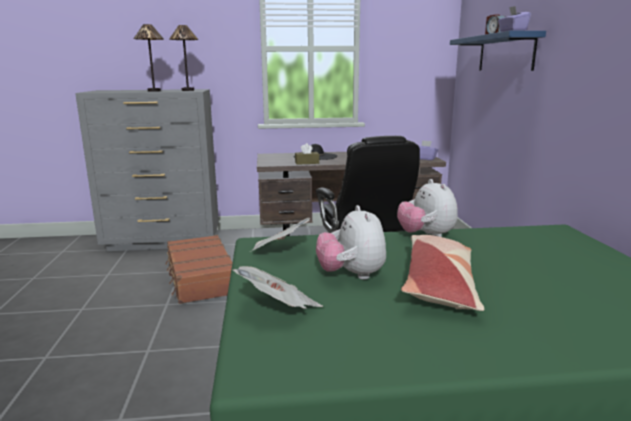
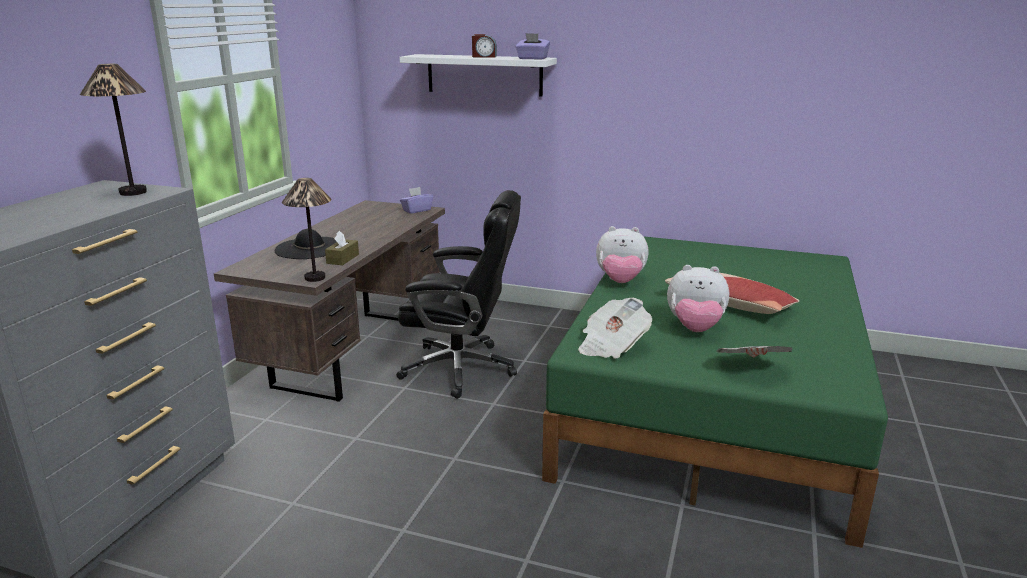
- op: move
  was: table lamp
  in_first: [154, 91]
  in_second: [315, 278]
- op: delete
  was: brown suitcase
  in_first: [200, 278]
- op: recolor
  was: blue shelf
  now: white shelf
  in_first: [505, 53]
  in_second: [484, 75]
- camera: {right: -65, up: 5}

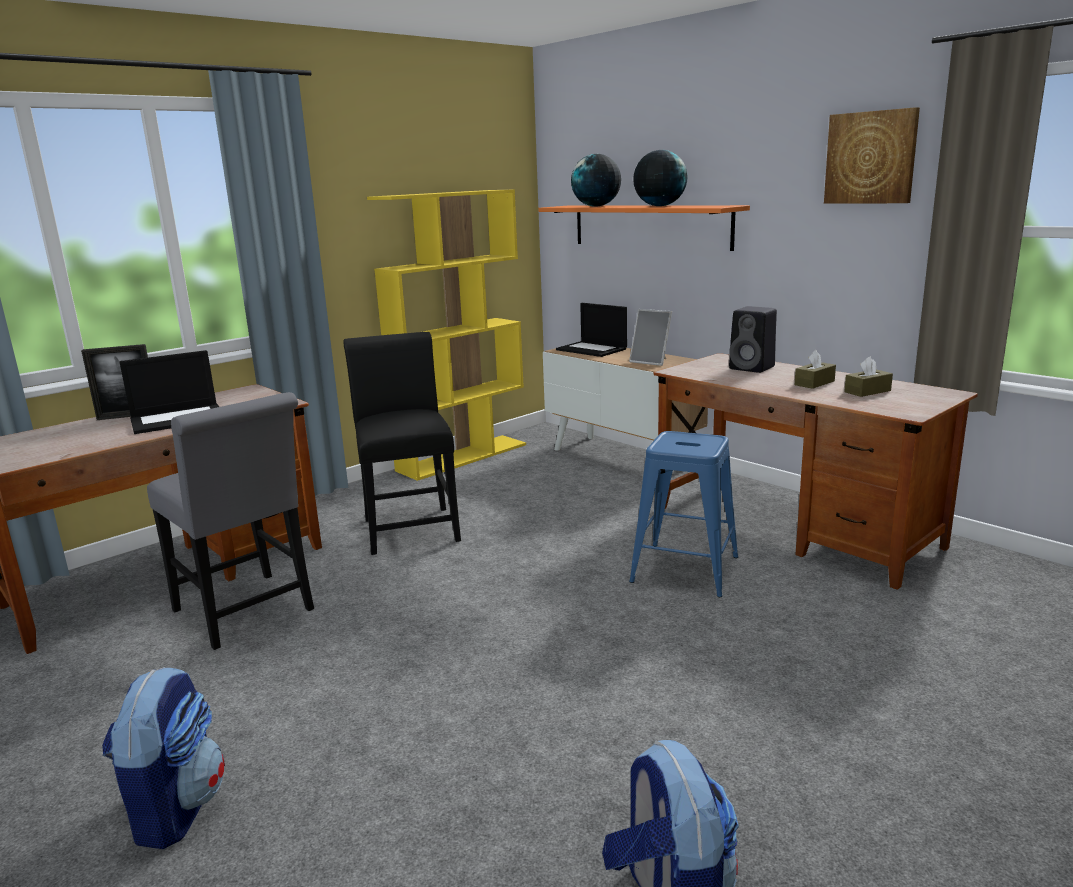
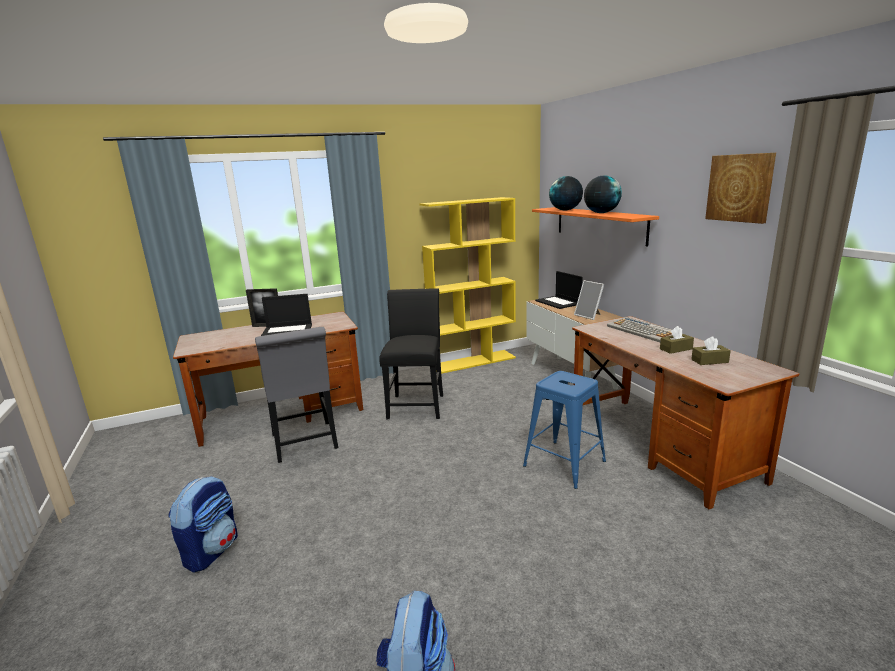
- op: replace
  was: black speaker
  now: keyboard
  in_first: [753, 368]
  in_second: [643, 331]
- camera: {right: 20, up: 0}

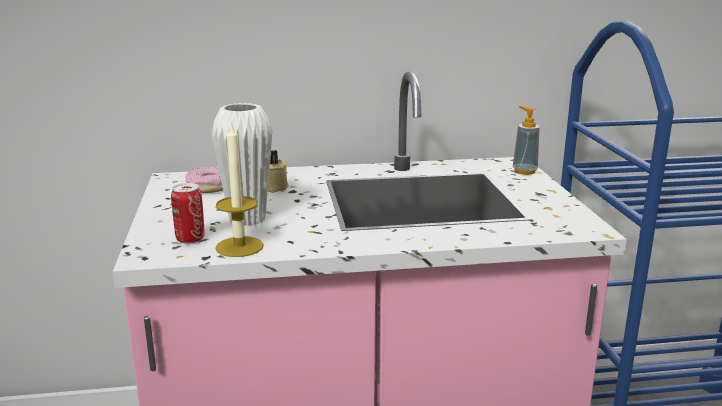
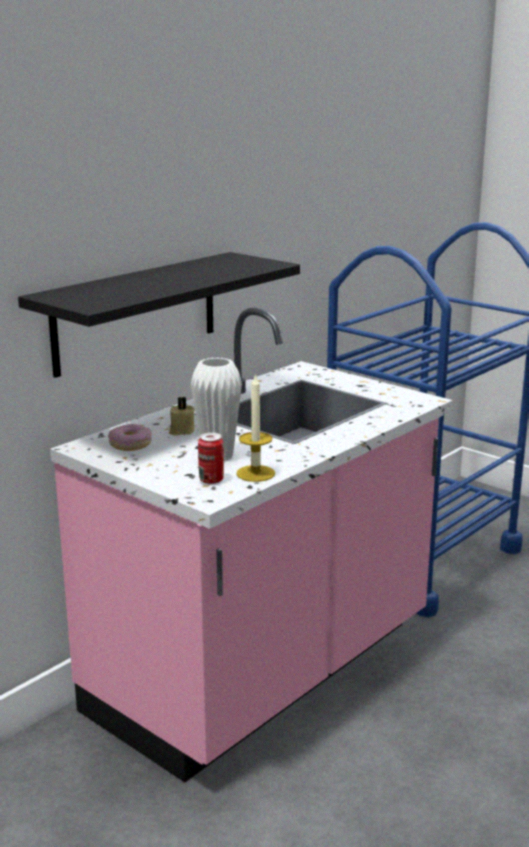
- op: delete
  was: soap dispenser
  in_first: [524, 171]
- op: insert
  now: black shelf
  in_second: [136, 312]
- camera: {right: -40, up: 0}

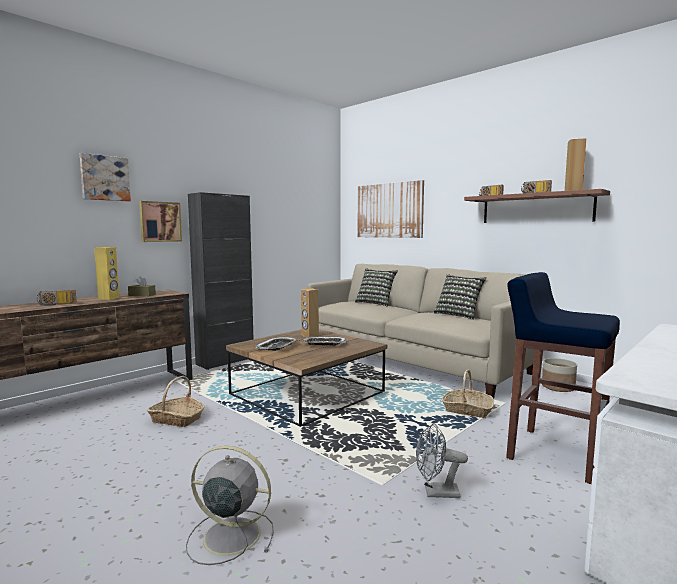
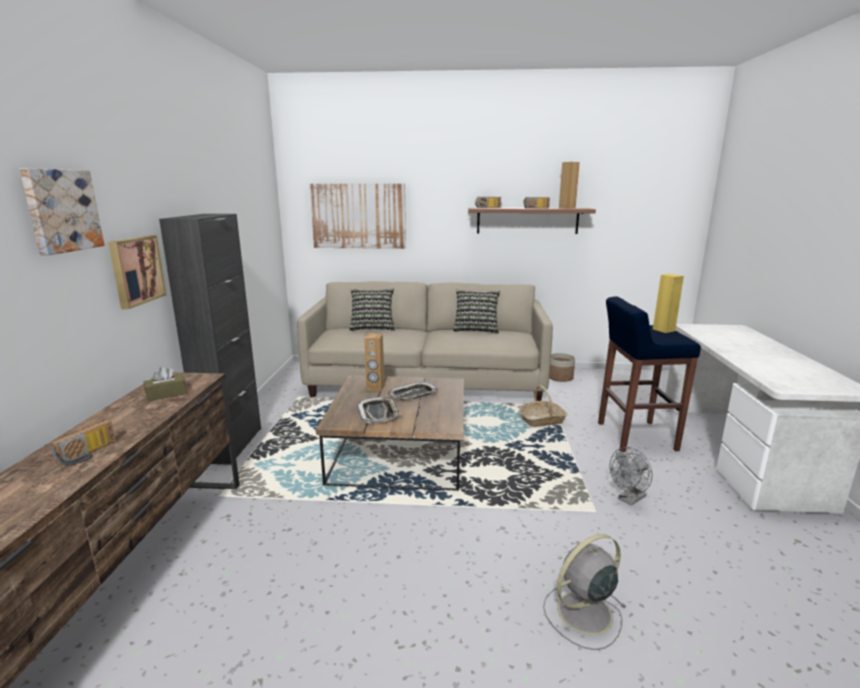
- op: move
  was: yellow speaker
  in_first: [109, 298]
  in_second: [664, 330]
- op: delete
  was: basket
  in_first: [177, 419]
- camera: {right: -40, up: 10}

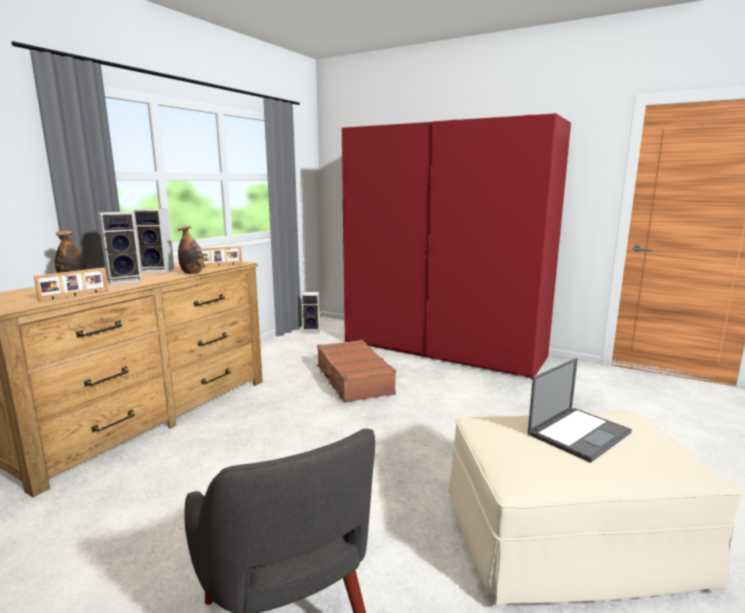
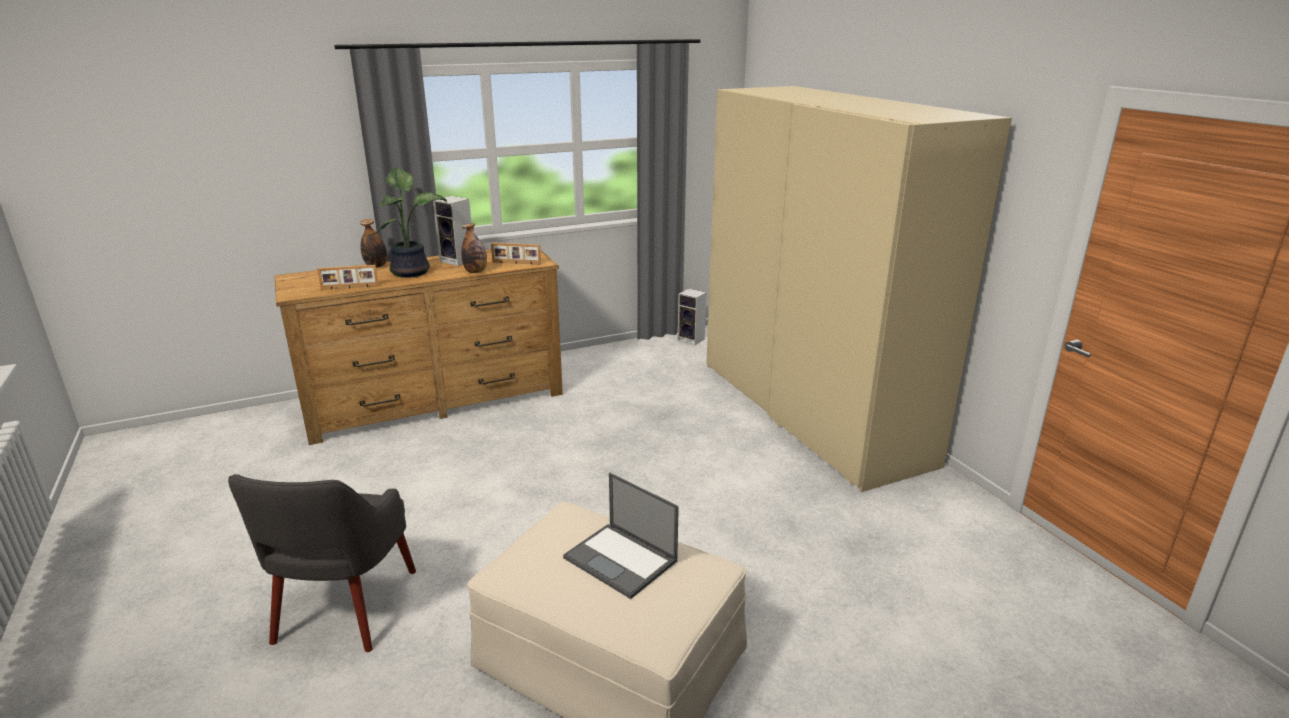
- op: replace
  was: speaker
  now: potted plant
  in_first: [125, 280]
  in_second: [412, 272]
- op: delete
  was: brown suitcase
  in_first: [353, 380]
- op: recolor
  was: red wardrobe
  now: beige wardrobe
  in_first: [442, 349]
  in_second: [810, 411]
- op: rotate
  was: laptop
  in_first: [579, 433]
  in_second: [621, 560]
  clockwise: 45
- camera: {right: 35, up: 10}

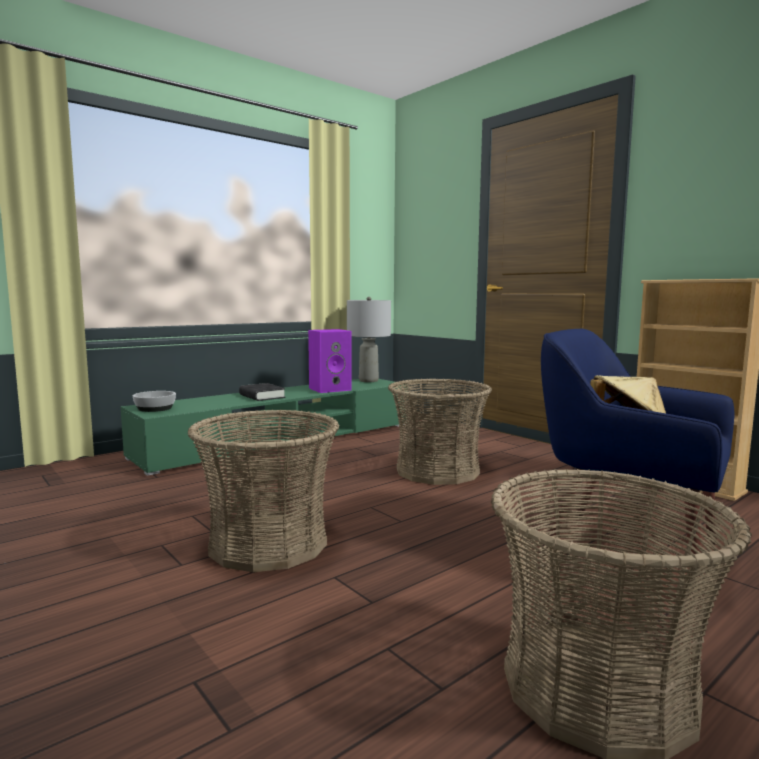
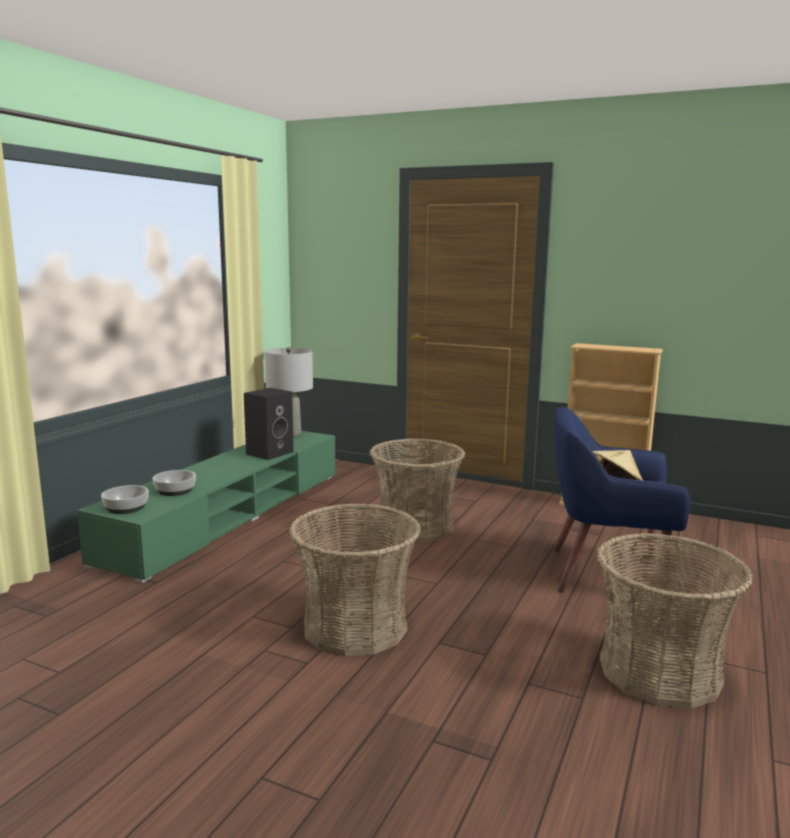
- op: delete
  was: black book
  in_first: [262, 396]
- op: recolor
  was: purple speaker
  now: black speaker
  in_first: [330, 389]
  in_second: [270, 452]
- op: insert
  now: bowl
  in_second: [174, 490]
- camera: {right: -25, up: 5}

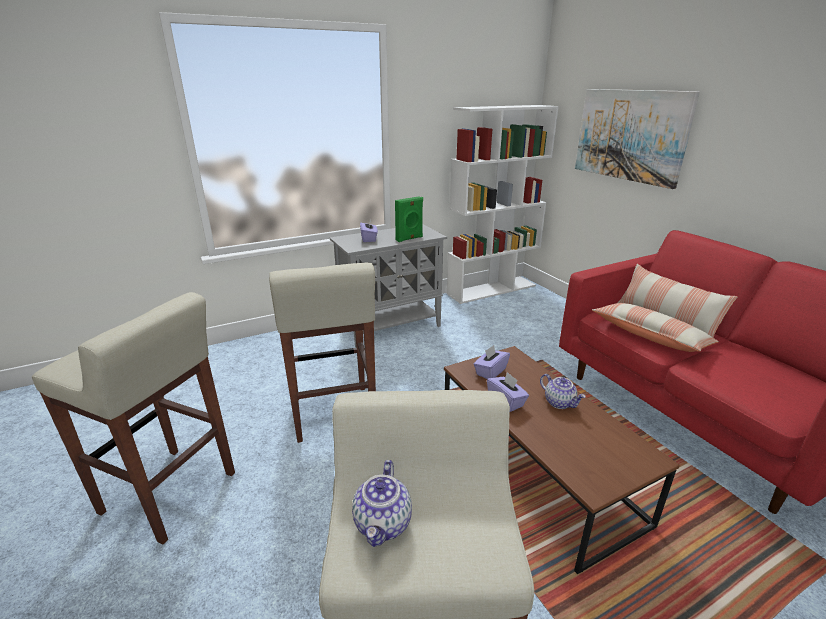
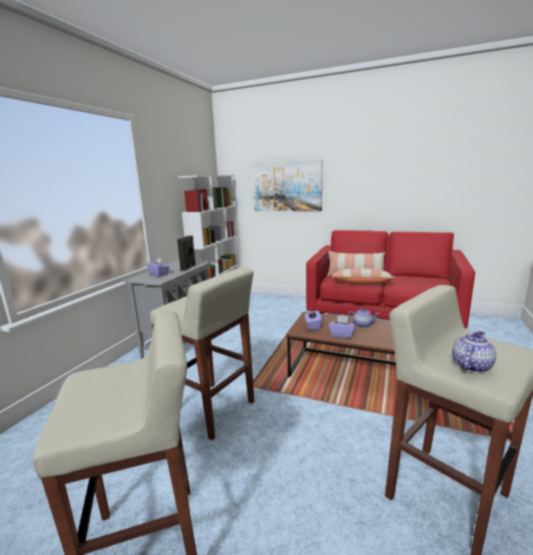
- op: rotate
  was: teapot
  in_first: [383, 524]
  in_second: [470, 365]
  clockwise: -105
- op: recolor
  was: green speaker
  now: black speaker
  in_first: [409, 238]
  in_second: [189, 267]
- camera: {right: -40, up: -10}

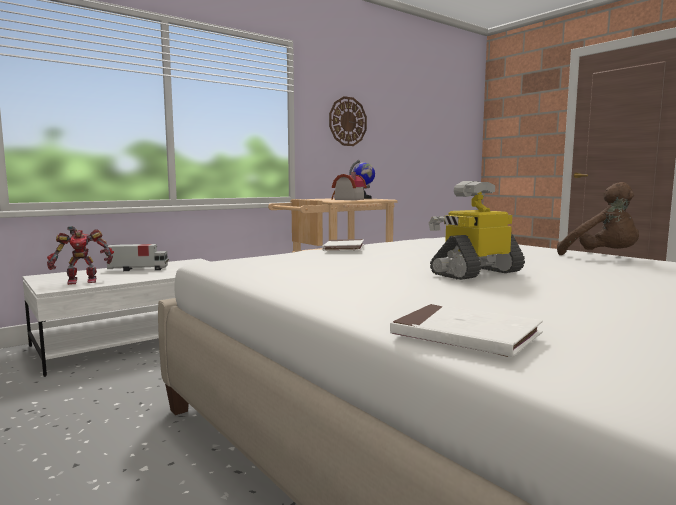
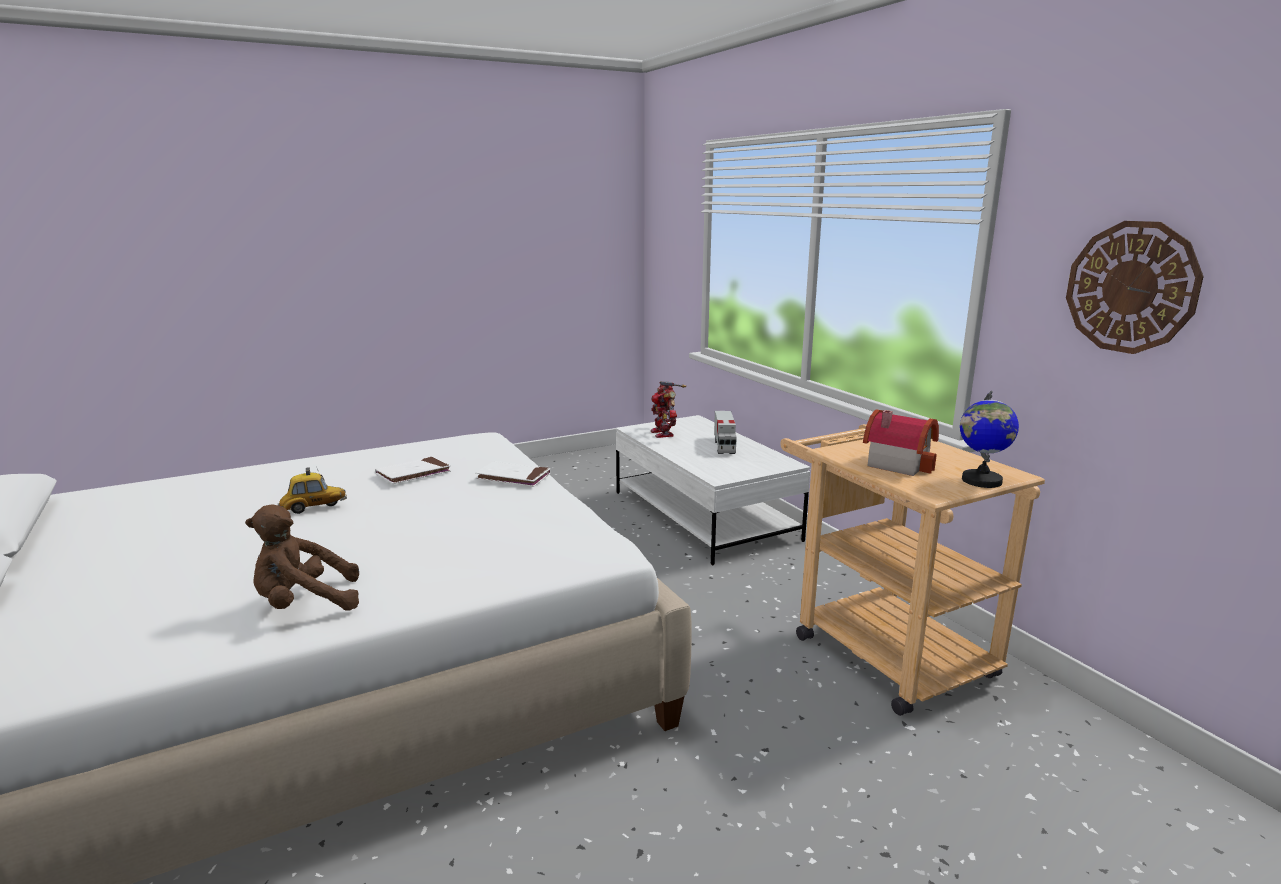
- op: move
  was: white book
  in_first: [464, 336]
  in_second: [413, 474]
- op: replace
  was: toy robot
  now: toy car
  in_first: [475, 273]
  in_second: [313, 508]
- camera: {right: 100, up: 10}

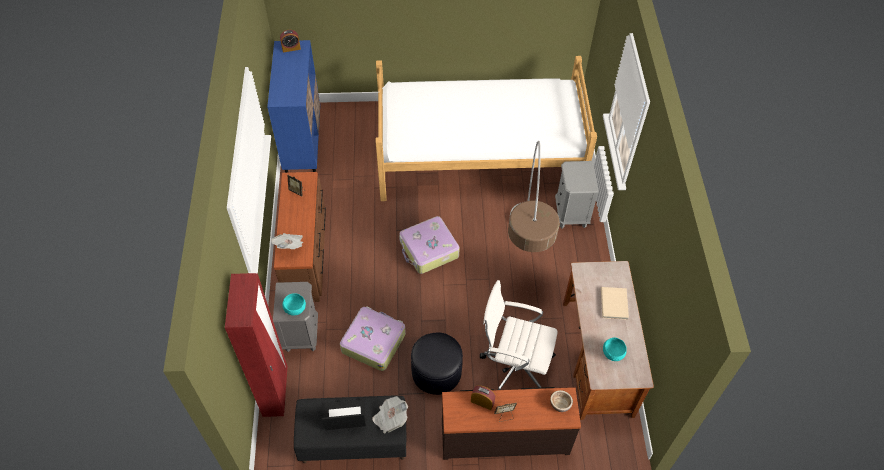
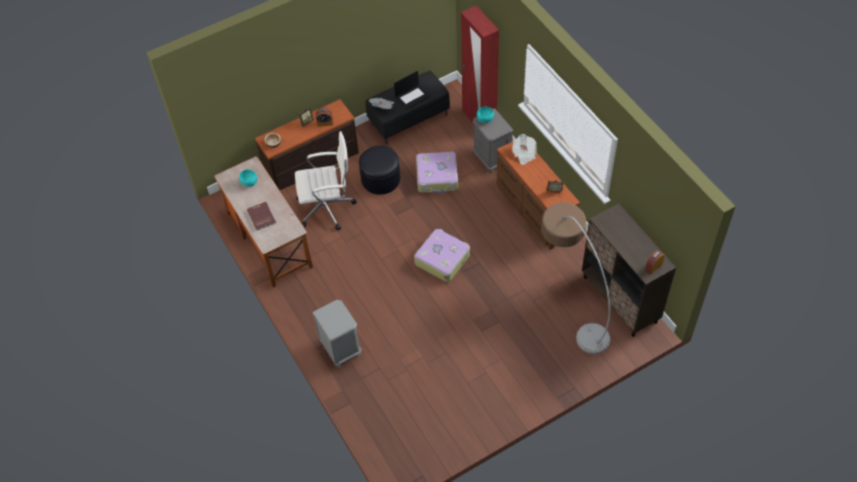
- op: recolor
  was: blue cabinet
  now: brown cabinet
  in_first: [303, 143]
  in_second: [620, 300]
- op: delete
  was: bed
  in_first: [479, 158]
- op: move
  was: floor lamp
  in_first: [524, 256]
  in_second: [571, 303]
- op: recolor
  was: beige book
  now: red book
  in_first: [614, 304]
  in_second: [260, 217]
- camera: {right: 155, up: 0}

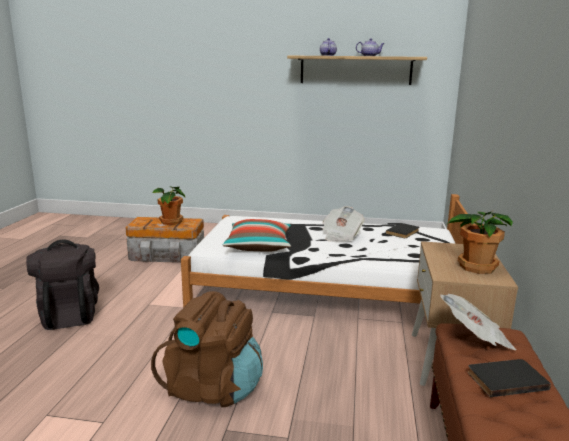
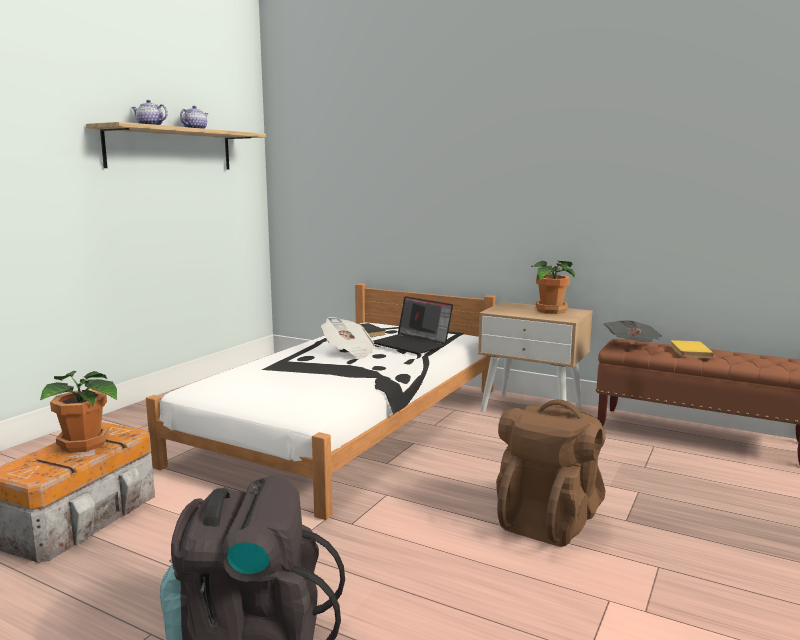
- op: delete
  was: pillow
  in_first: [259, 246]
- op: recolor
  was: black book
  now: yellow book
  in_first: [505, 379]
  in_second: [688, 351]
- op: insert
  now: laptop
  in_second: [412, 344]
- camera: {right: -70, up: -5}

